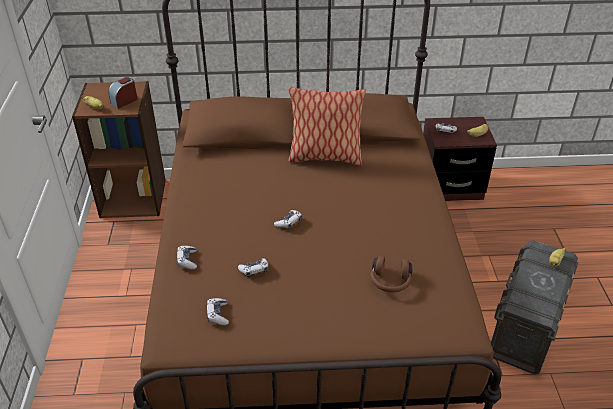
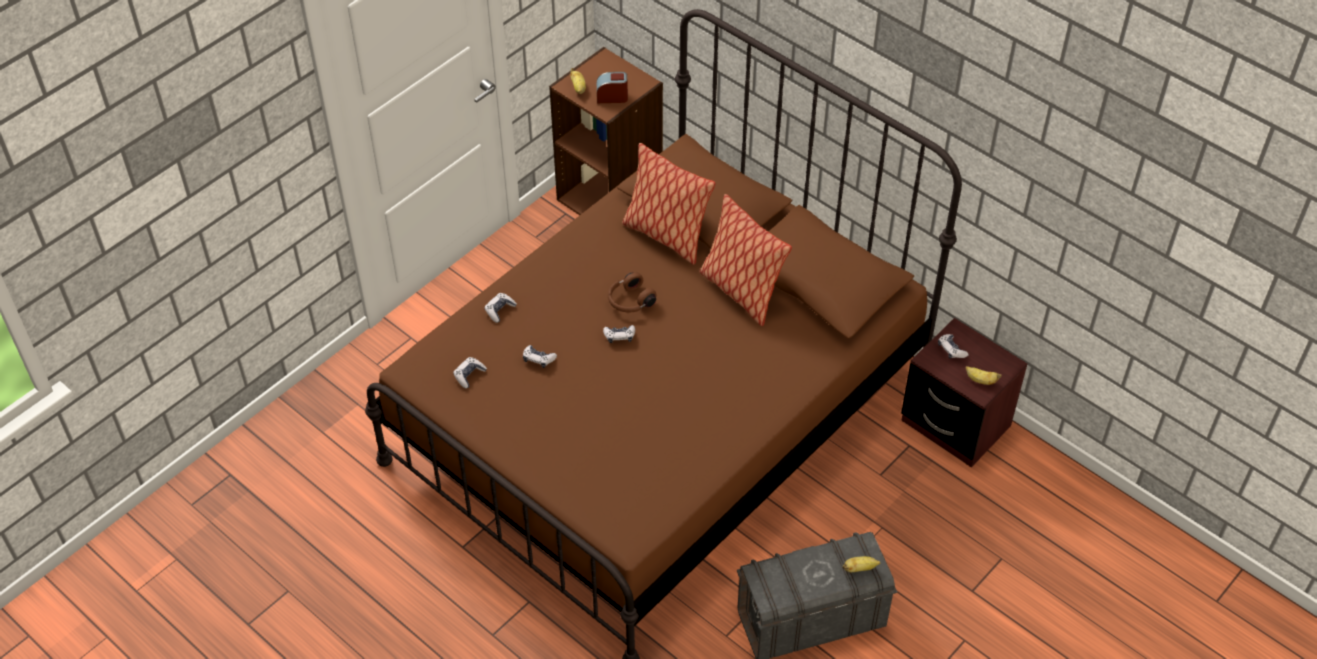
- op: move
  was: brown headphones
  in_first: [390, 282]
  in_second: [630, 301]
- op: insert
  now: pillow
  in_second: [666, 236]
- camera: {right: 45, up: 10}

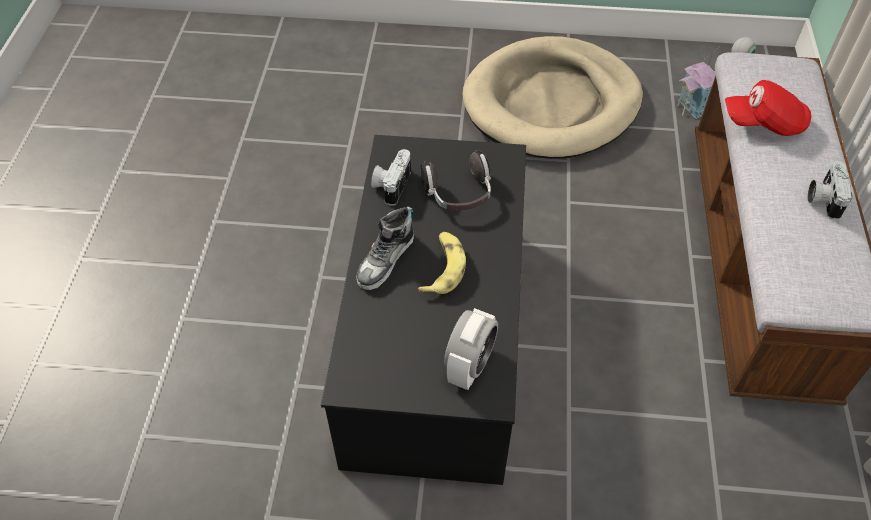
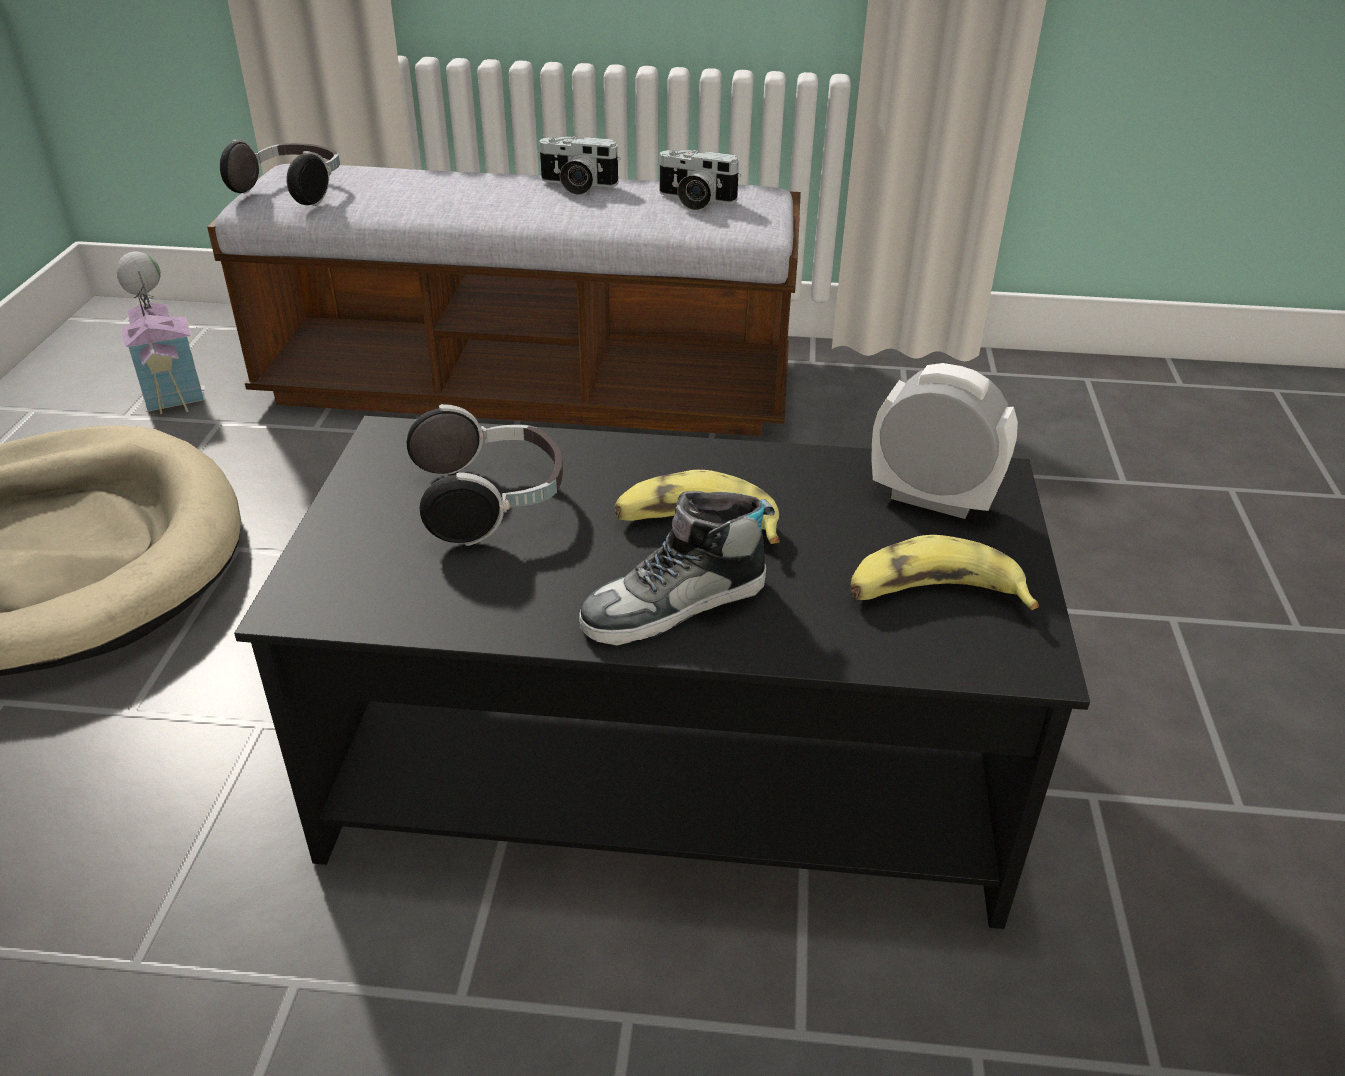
- op: rotate
  was: shoe
  in_first: [386, 260]
  in_second: [675, 605]
  clockwise: 120
- op: move
  was: photo camera
  in_first: [391, 185]
  in_second: [694, 201]
- op: delete
  was: red cap
  in_first: [764, 123]
- op: insert
  now: headphones
  in_second: [293, 191]
- op: insert
  now: banana
  in_second: [933, 596]
- camera: {right: -90, up: -15}

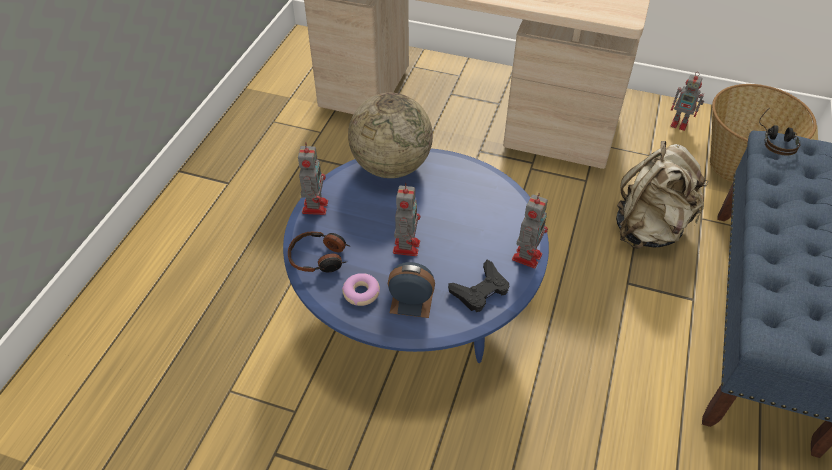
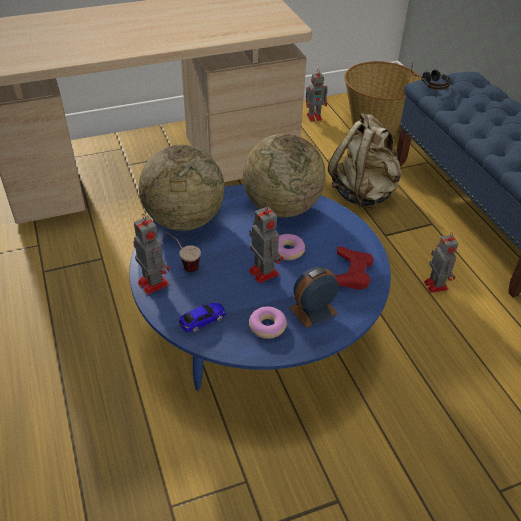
- op: replace
  was: headphones
  now: toy car
  in_first: [319, 258]
  in_second: [203, 320]
- op: recolor
  was: black game controller
  now: red game controller
  in_first: [480, 290]
  in_second: [351, 272]
- op: move
  was: toy robot
  in_first: [527, 255]
  in_second: [435, 284]
- op: insert
  now: cup
  in_second: [184, 264]
- op: insert
  now: globe
  in_second: [282, 207]
- op: insert
  now: donut
  in_second: [287, 251]
- camera: {right: -40, up: -5}

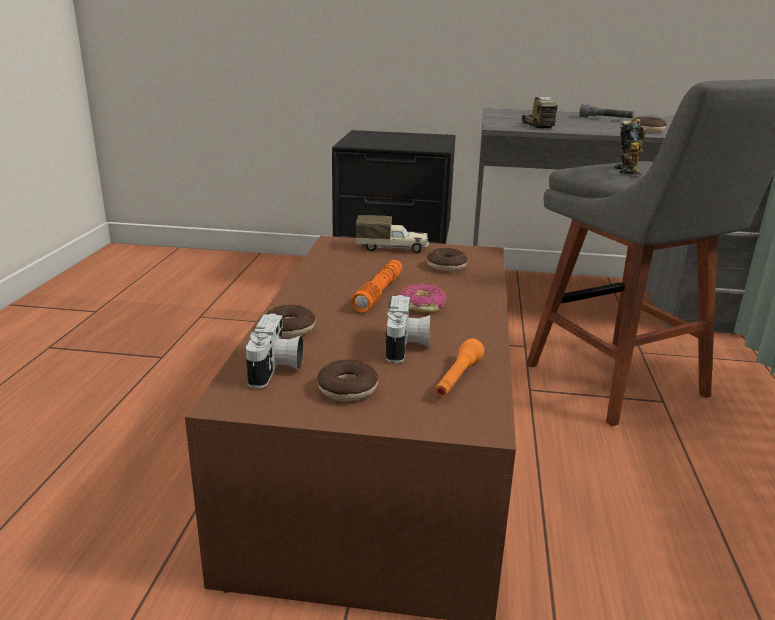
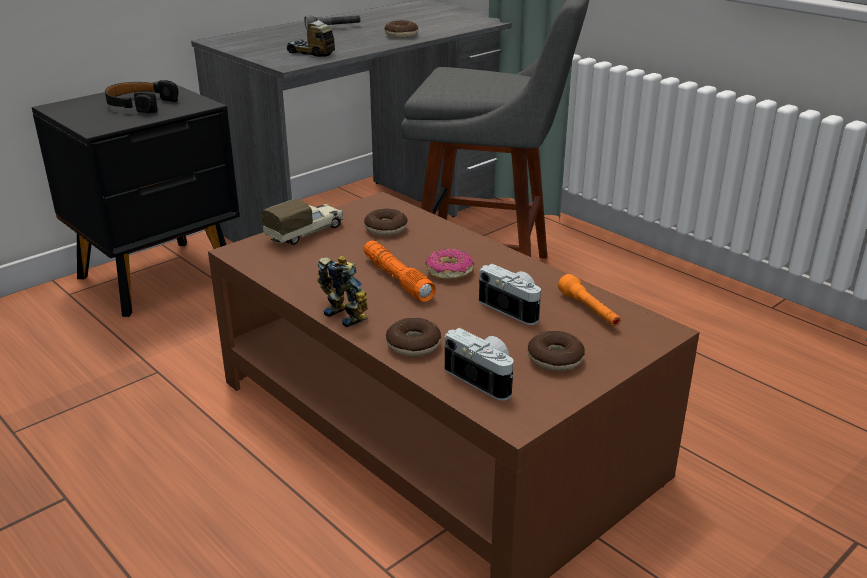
- op: move
  was: toy robot
  in_first: [630, 171]
  in_second: [347, 314]
- op: insert
  now: black headphones
  in_second: [140, 104]
- camera: {right: -50, up: 5}

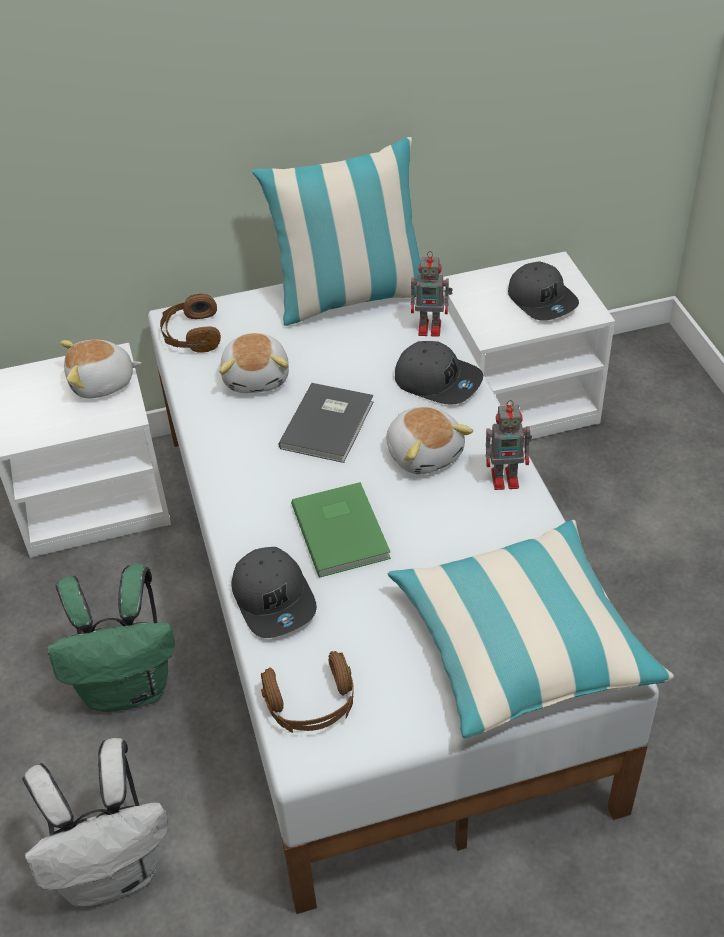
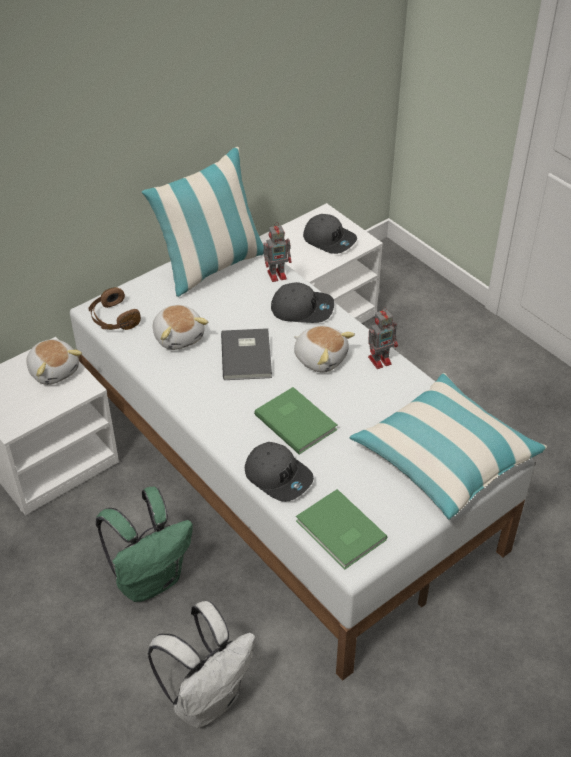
- op: rotate
  was: plush toy
  in_first: [102, 383]
  in_second: [54, 370]
  clockwise: -90
- op: replace
  was: brown headphones
  now: green book
  in_first: [311, 705]
  in_second: [340, 532]
- camera: {right: -25, up: 0}

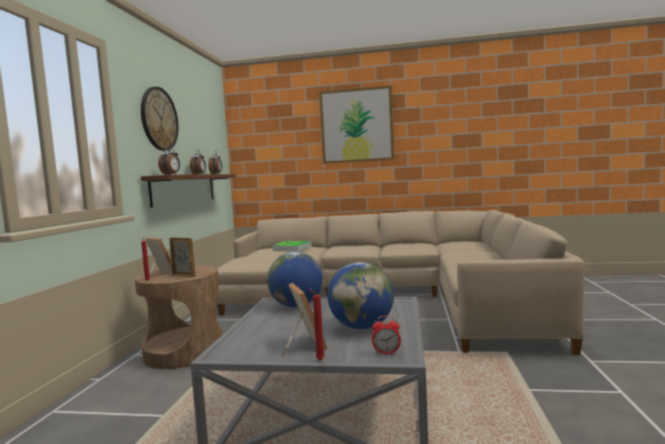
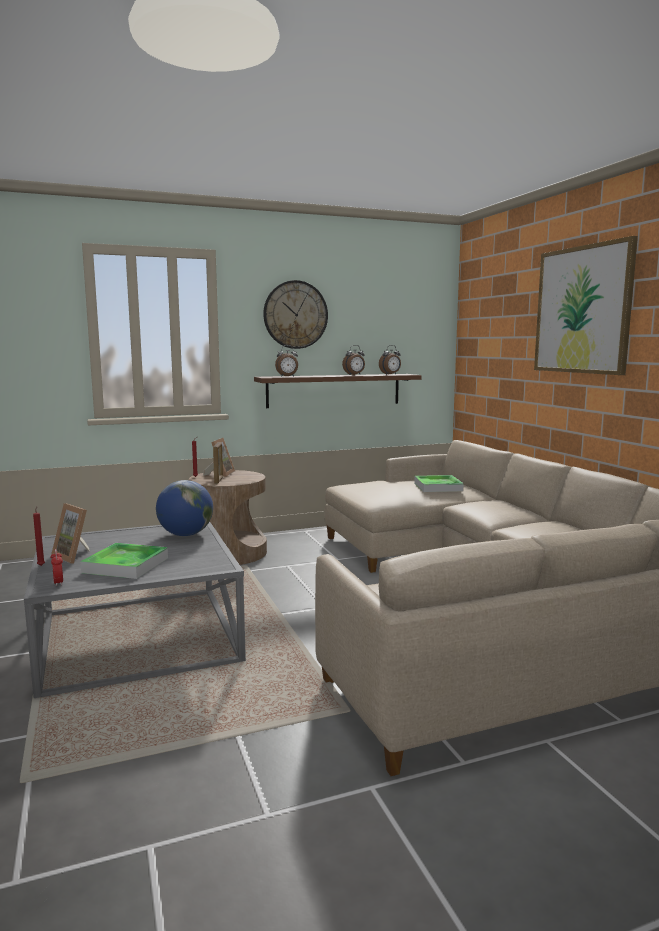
- op: rotate
  was: picture frame
  in_first: [303, 345]
  in_second: [75, 556]
  clockwise: 90
- op: replace
  was: globe
  now: tray
  in_first: [361, 327]
  in_second: [126, 565]
- camera: {right: 60, up: 5}

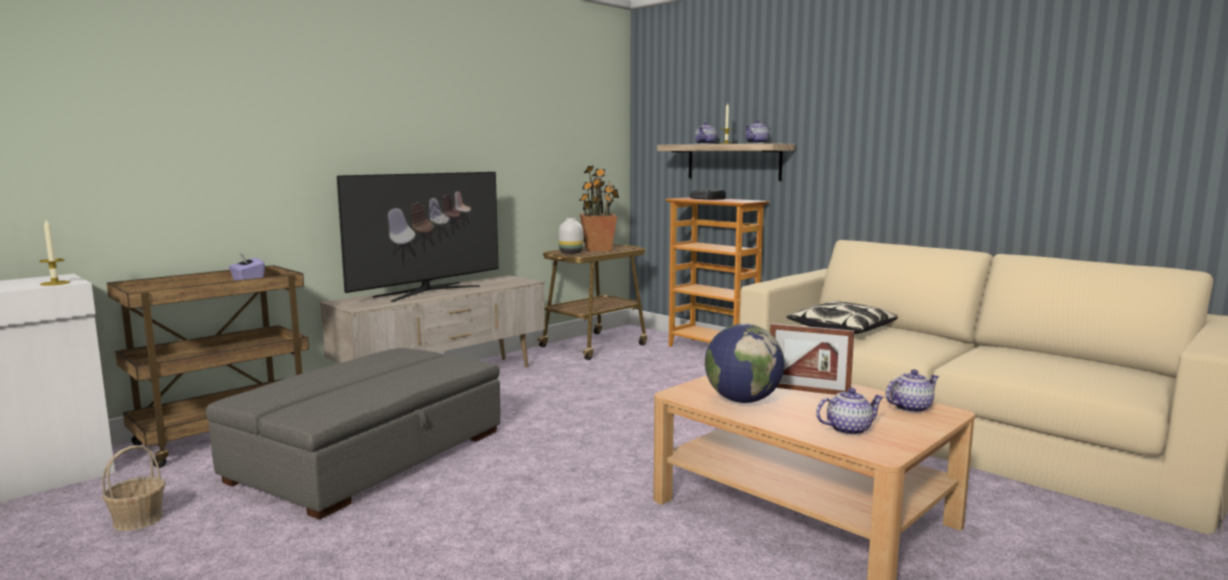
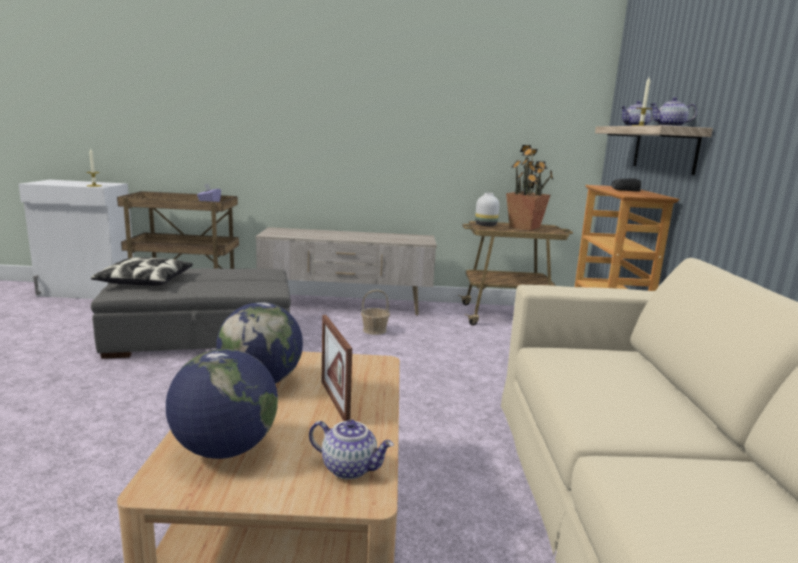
- op: move
  was: basket
  in_first: [138, 520]
  in_second: [375, 330]
- op: delete
  was: television
  in_first: [427, 291]
- op: move
  was: pillow
  in_first: [842, 329]
  in_second: [146, 281]
- op: replace
  was: teapot
  now: globe
  in_first: [848, 429]
  in_second: [225, 449]
- camera: {right: 45, up: 5}

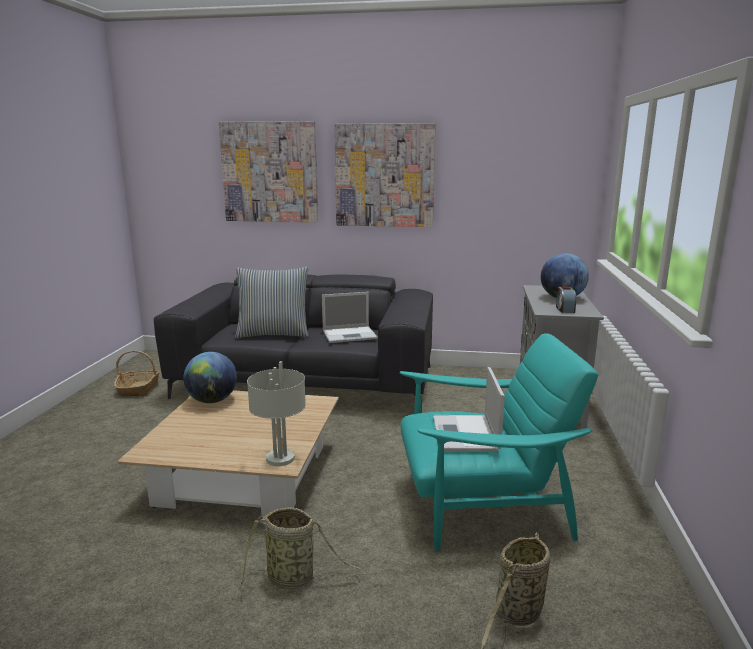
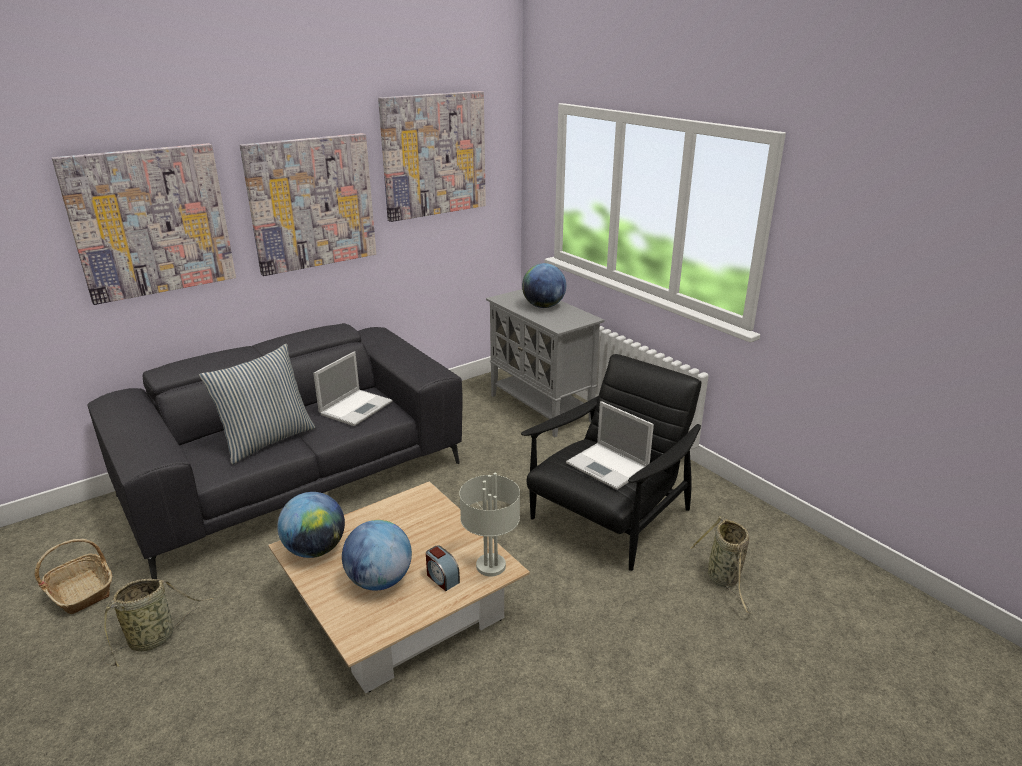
- op: move
  was: basket
  in_first: [294, 579]
  in_second: [155, 638]
- op: recolor
  was: turquoise armchair
  now: black armchair
  in_first: [482, 504]
  in_second: [609, 517]
- op: move
  was: alarm clock
  in_first: [564, 309]
  in_second: [442, 578]
- op: insert
  now: globe
  in_second: [379, 581]
- op: insert
  now: picture
  in_second: [434, 155]
- camera: {right: -45, up: 10}

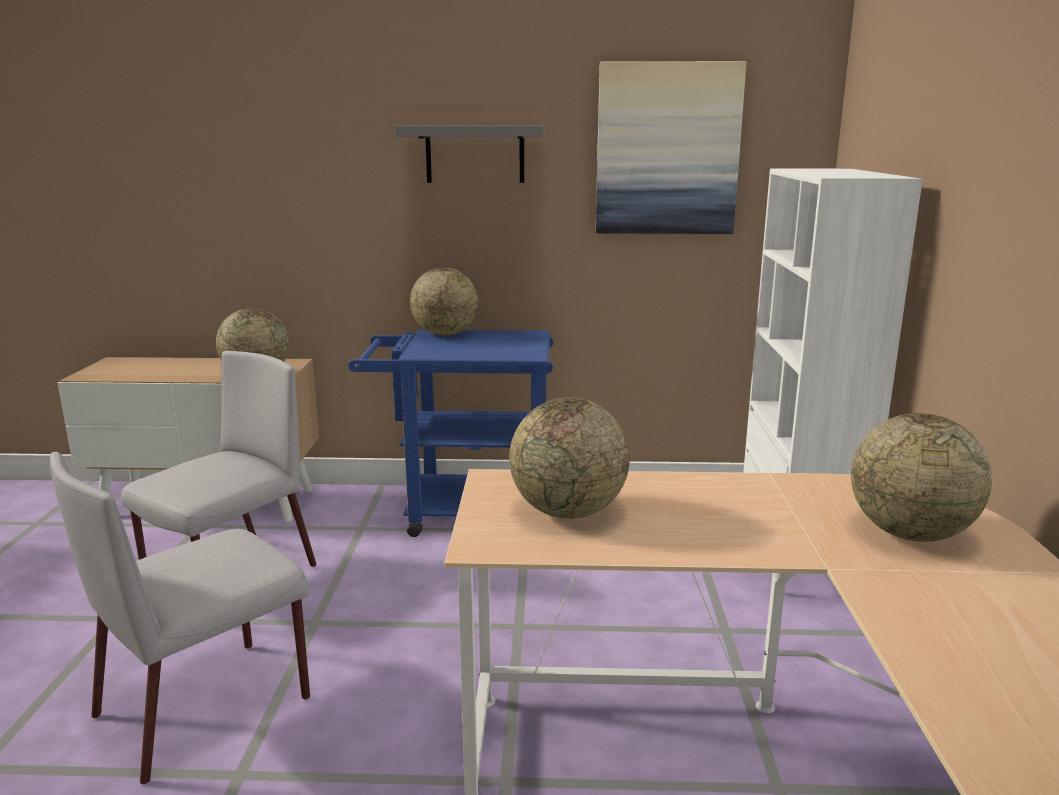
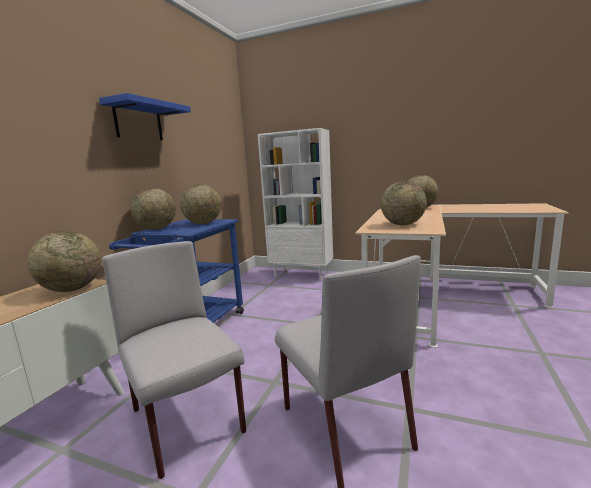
- op: recolor
  was: grey shelf
  now: blue shelf
  in_first: [475, 154]
  in_second: [138, 121]
- op: delete
  was: picture
  in_first: [667, 149]
- op: insert
  now: globe
  in_second: [203, 223]
- camera: {right: -70, up: -5}

